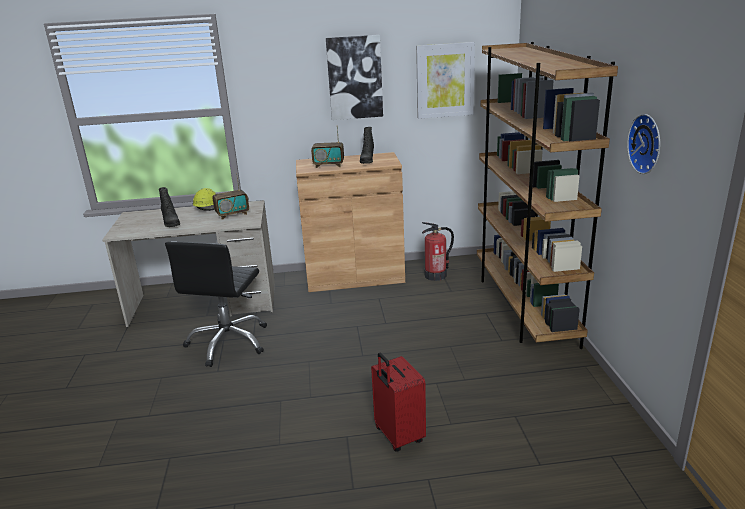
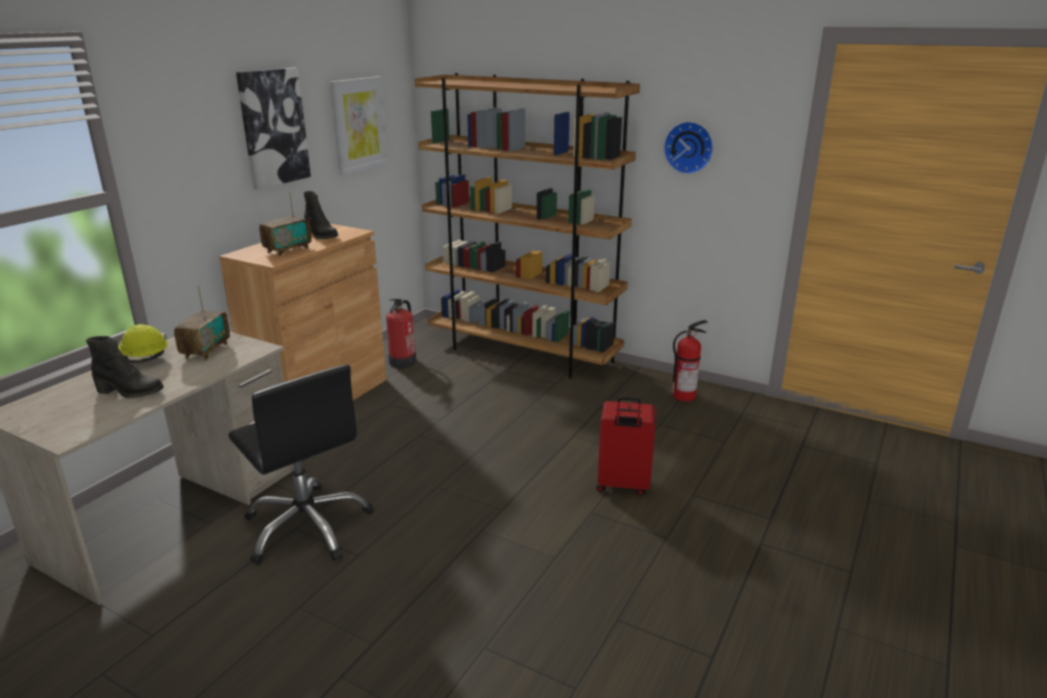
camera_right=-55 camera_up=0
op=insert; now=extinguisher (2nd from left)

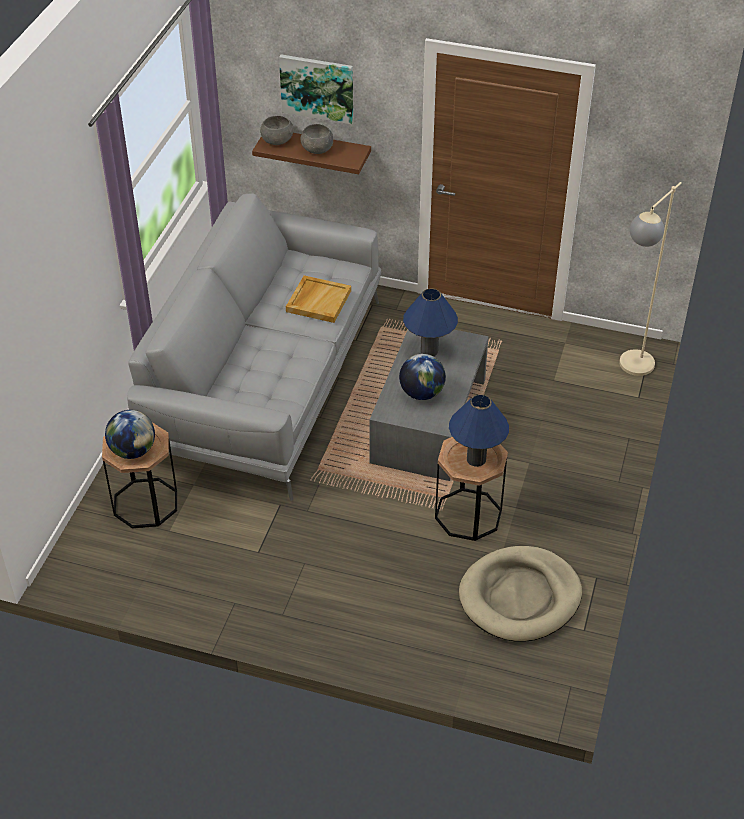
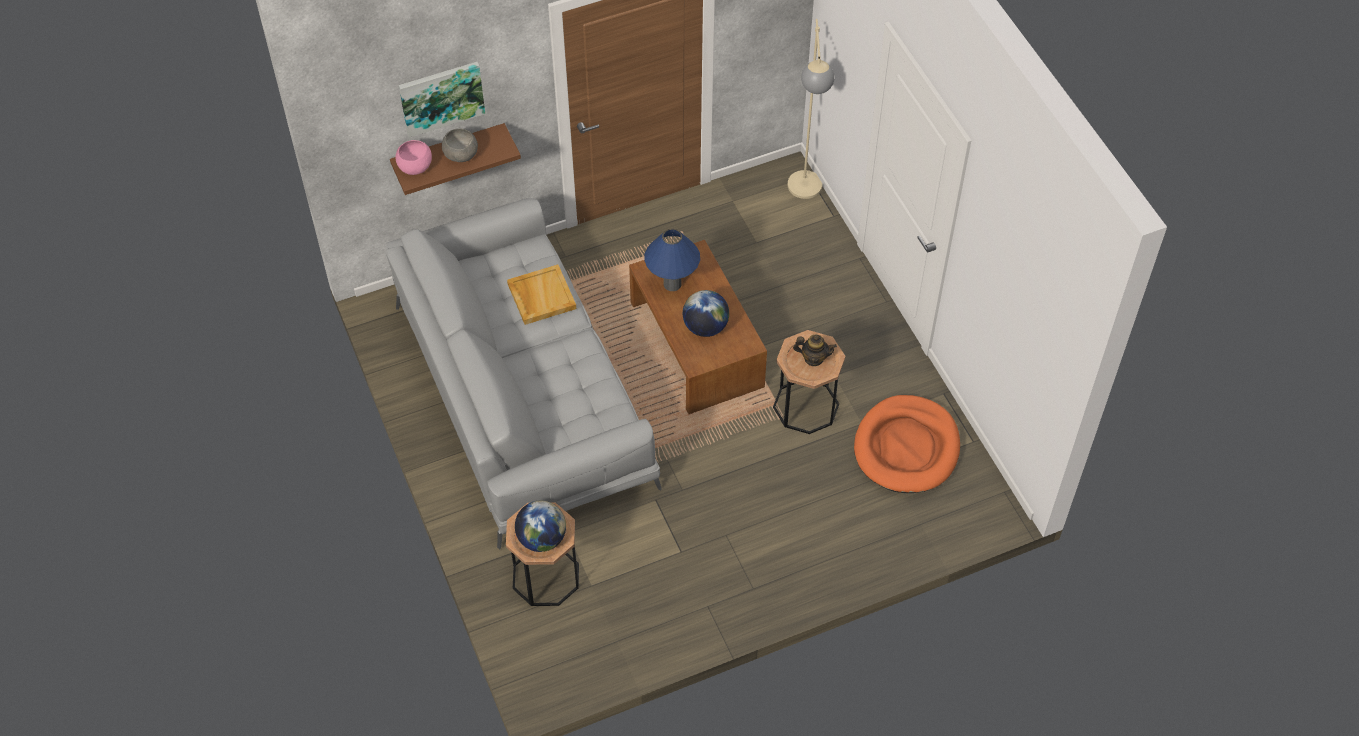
camera_right=-40 camera_up=10
op=recolor; was=deep dish (grey) (1st from left); now=deep dish (pink)
op=recolor; was=lounge table (grey); now=lounge table (brownish)
op=replace; was=tabletop lamp (blue) (2nd from left); now=tea pot
op=recolor; was=dog bed (beige); now=dog bed (orange-coloured)

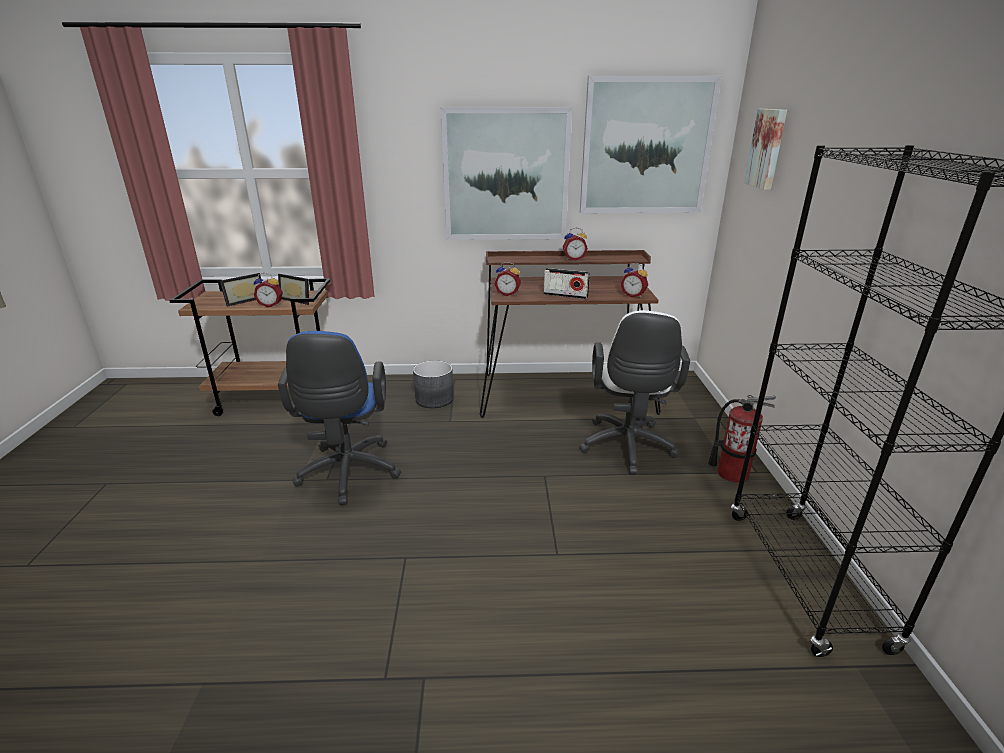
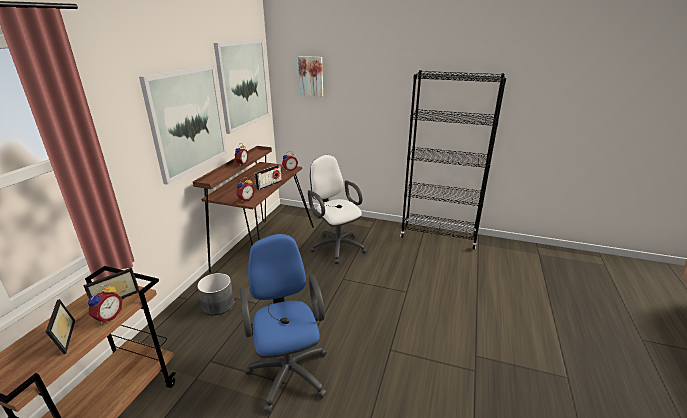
camera_right=-70 camera_up=0
op=rotate; was=office chair (blue); clockwise=-120
op=rotate; was=office chair (whitish); clockwise=-150
op=delete; was=extinguisher

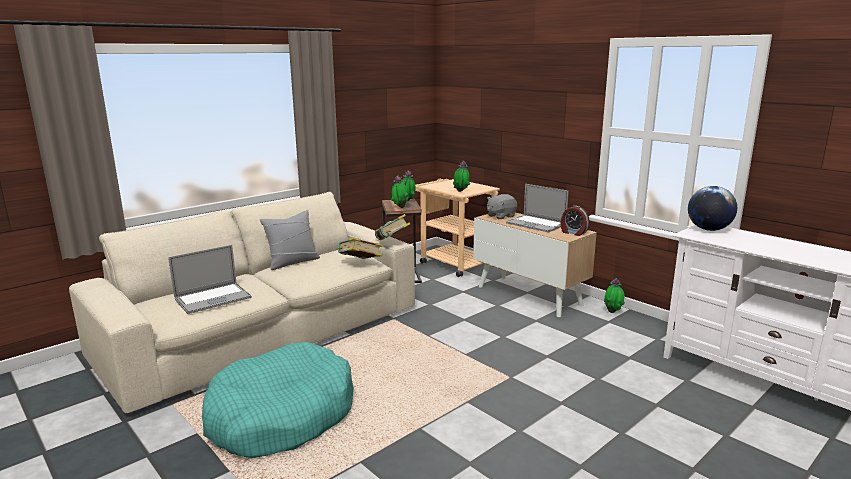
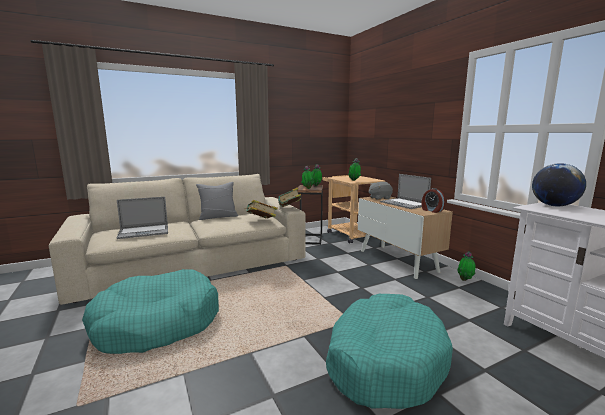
camera_right=15 camera_up=-5
op=insert; now=dog bed (blue-green) (2nd from left)

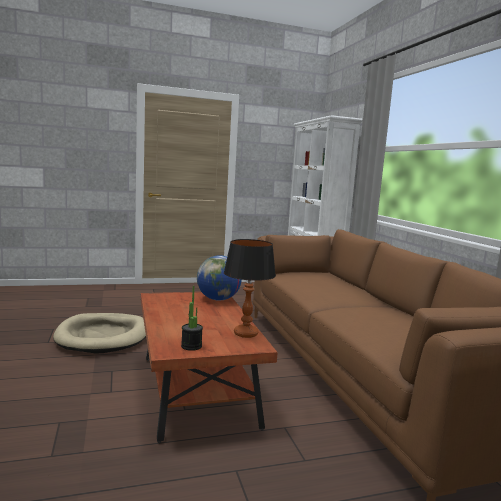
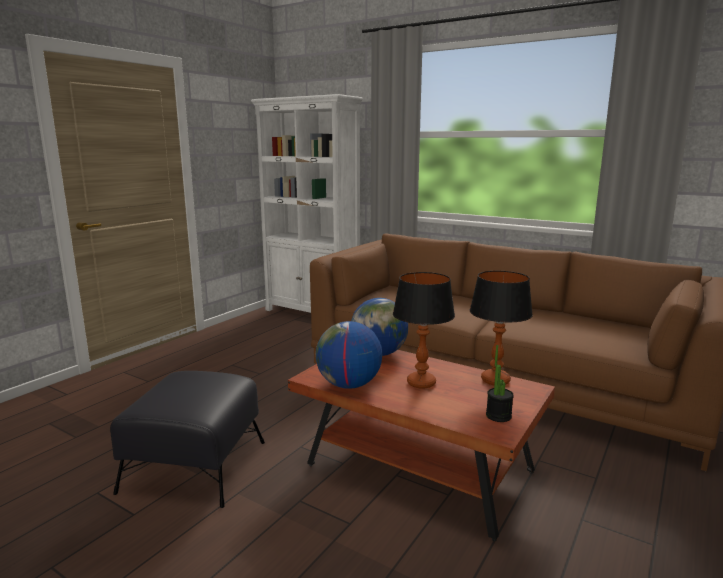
camera_right=-40 camera_up=5
op=replace; was=dog bed (beige); now=ottoman (blackish)
op=insert; now=desk globe (1st from left)
op=insert; now=tabletop lamp (1st from left)

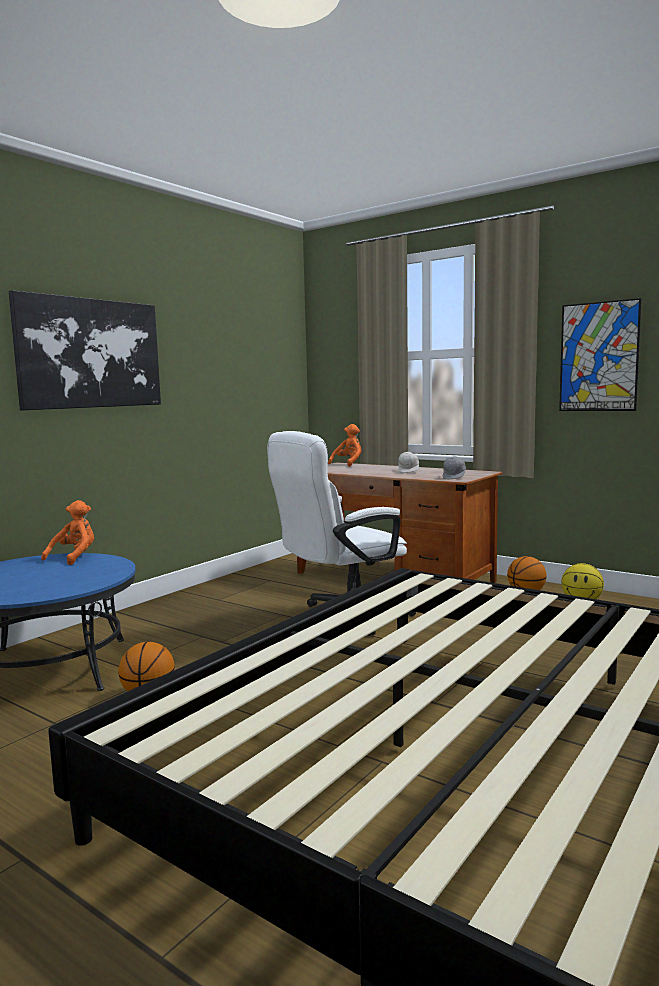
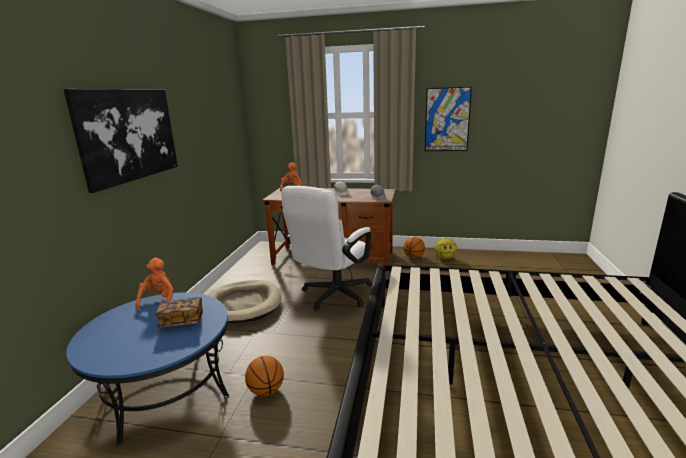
camera_right=-25 camera_up=10
op=insert; now=book
op=insert; now=dog bed (beige)

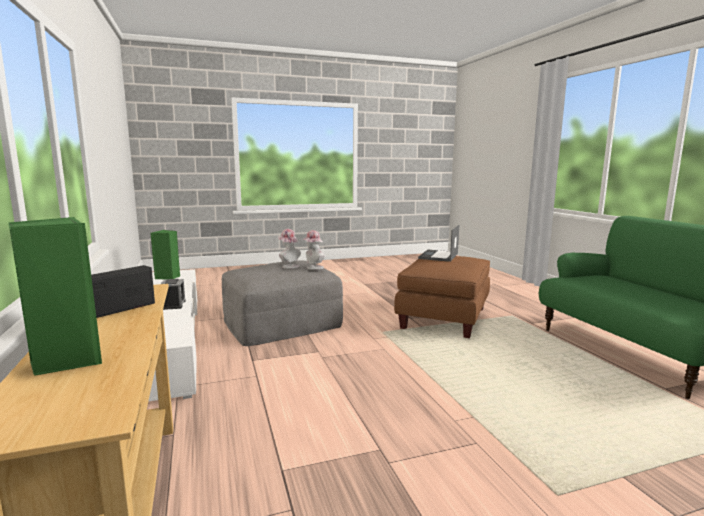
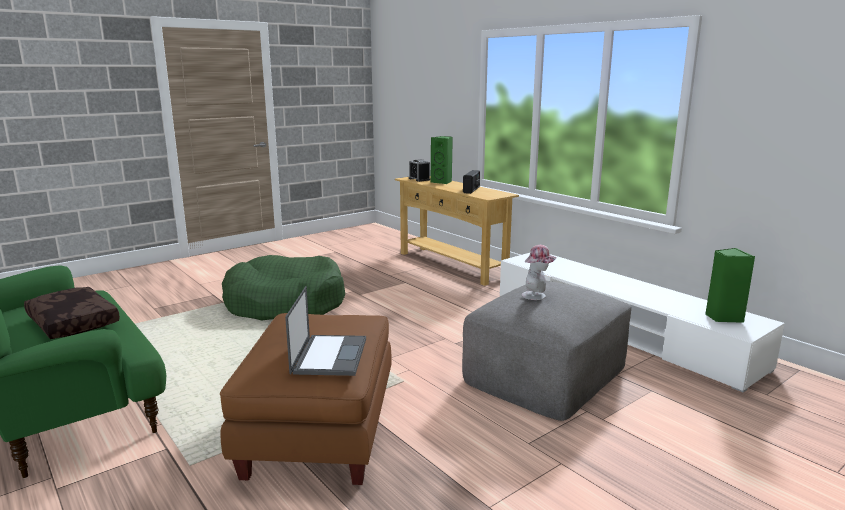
camera_right=160 camera_up=5
op=insert; now=pillow (brownish)
op=insert; now=dog bed (greenish)
op=move; was=alarm clock
op=delete; was=clothing hat (2nd from left)

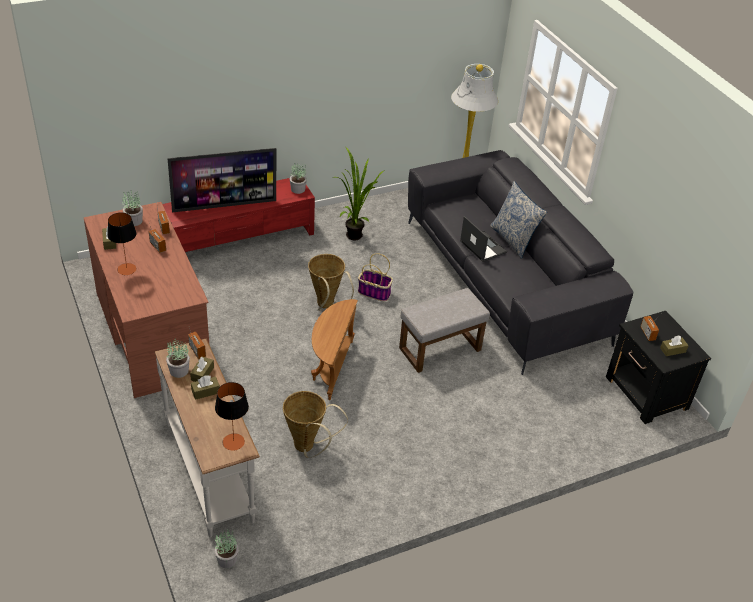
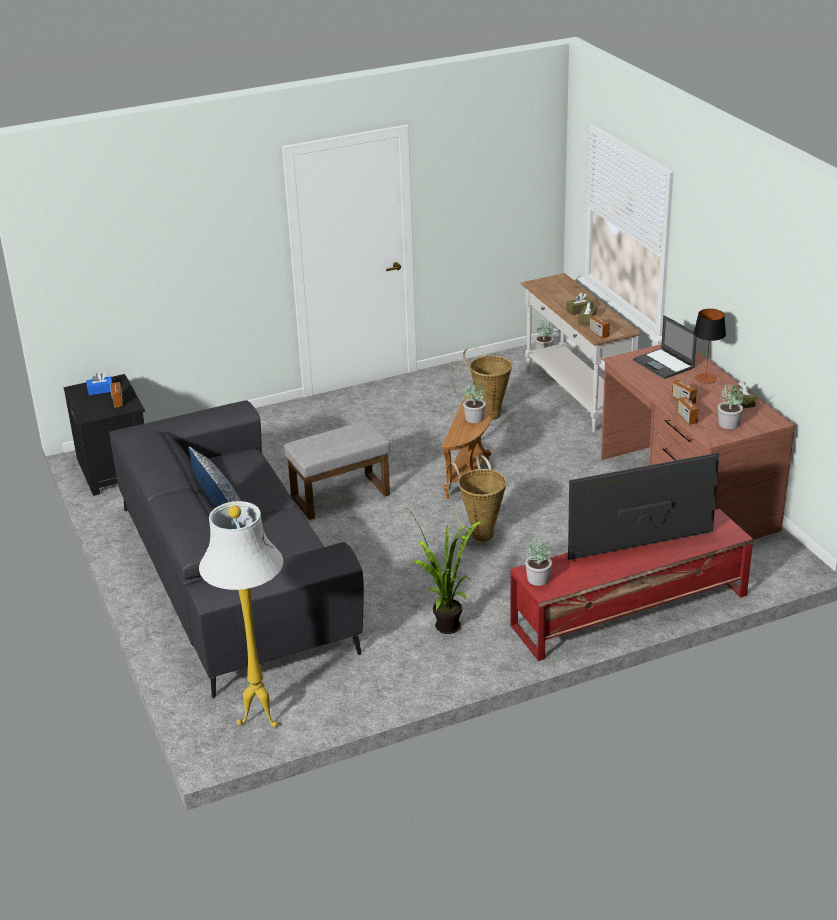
camera_right=-175 camera_up=-10
op=recolor; was=box of tissues (brownish) (4th from left); now=box of tissues (blue)
op=move; was=potted plant (2nd from left)
op=move; was=notebook computer
op=delete; was=tabletop lamp (2nd from left)
op=delete; was=storage basket (3rd from left)

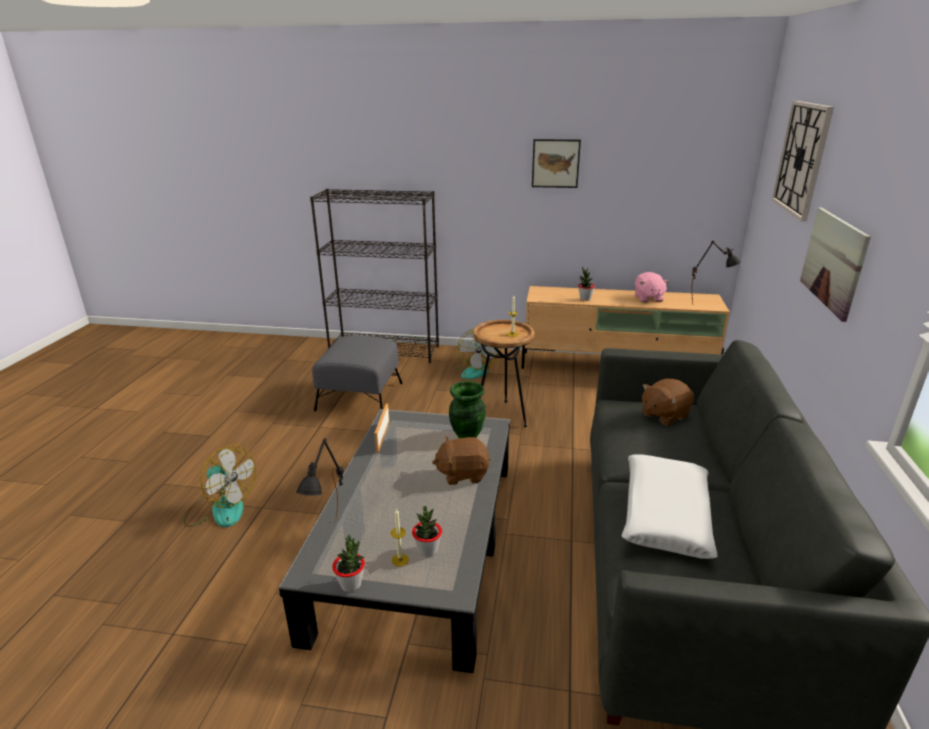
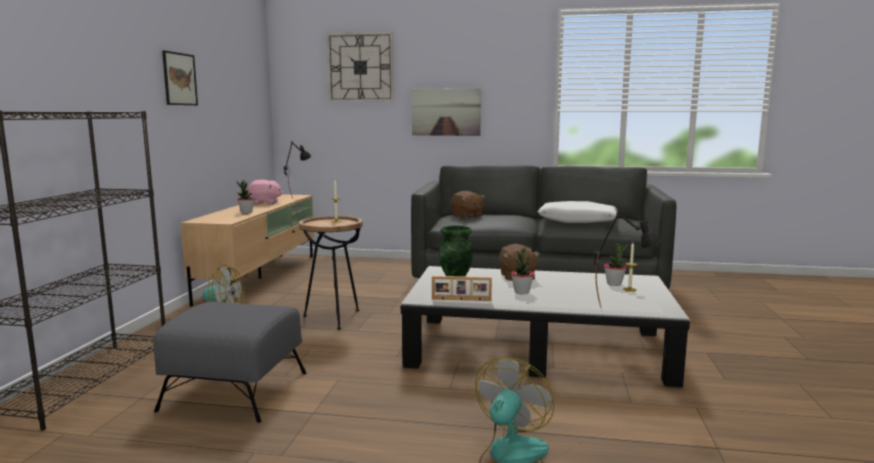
camera_right=-90 camera_up=-15
op=move; was=potted plant (1st from left in the first image); now=potted plant (2nd from left)

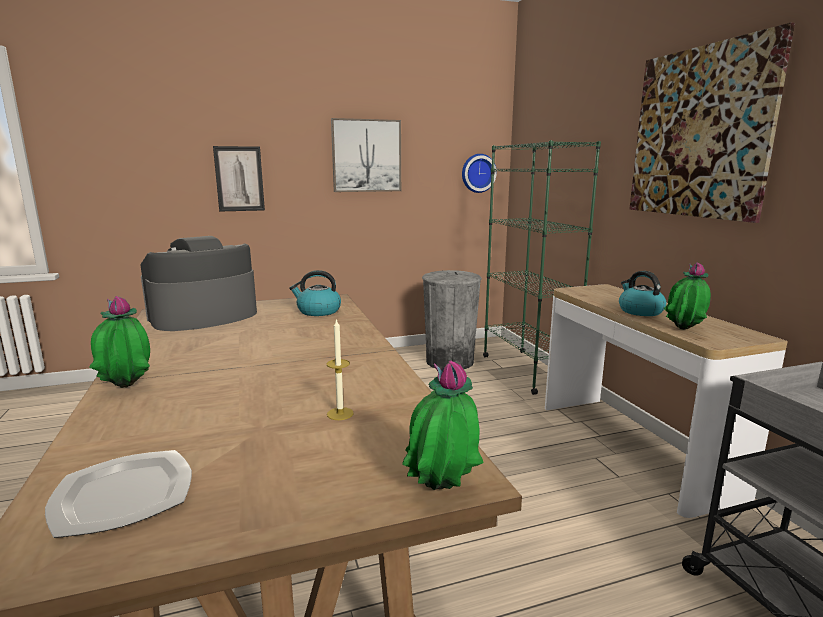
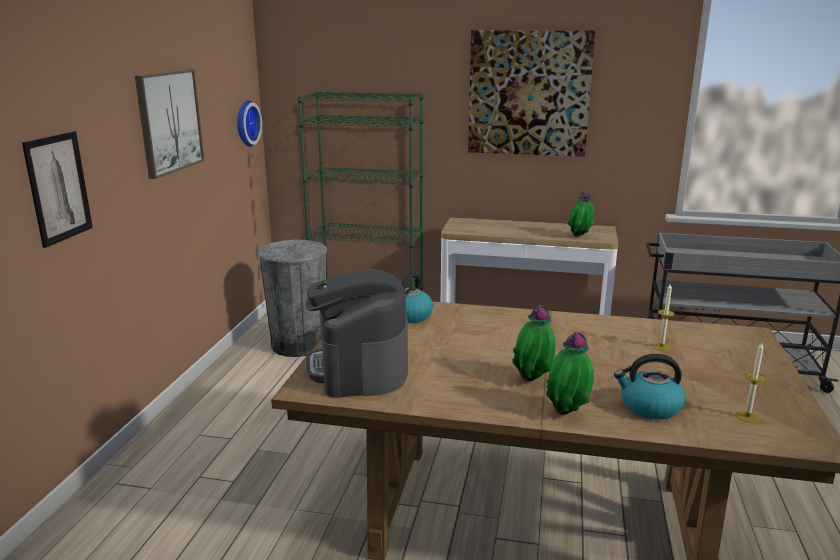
camera_right=-60 camera_up=5
op=move; was=potted plant (2nd from left in the first image); now=potted plant (1st from left)
op=move; was=water kettle (2nd from left)
op=replace; was=dinner plate; now=wax light (2nd from left)

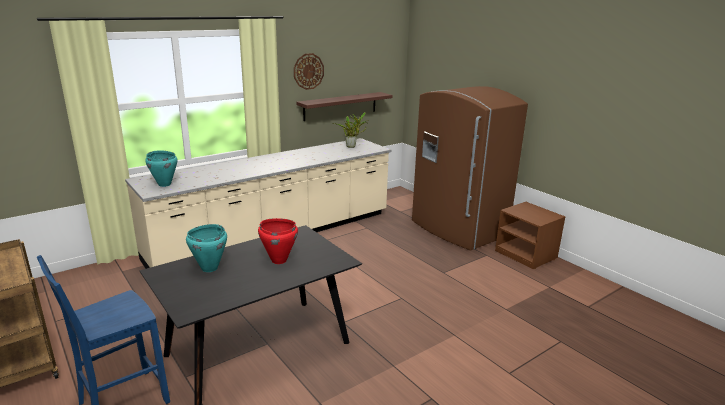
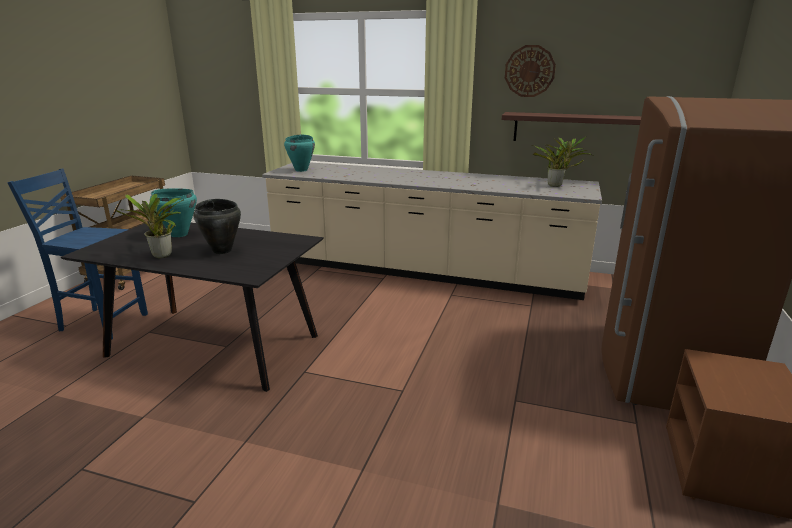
camera_right=55 camera_up=0
op=insert; now=potted plant (1st from left)
op=recolor; was=cooking pot (reddish); now=cooking pot (blackish)

